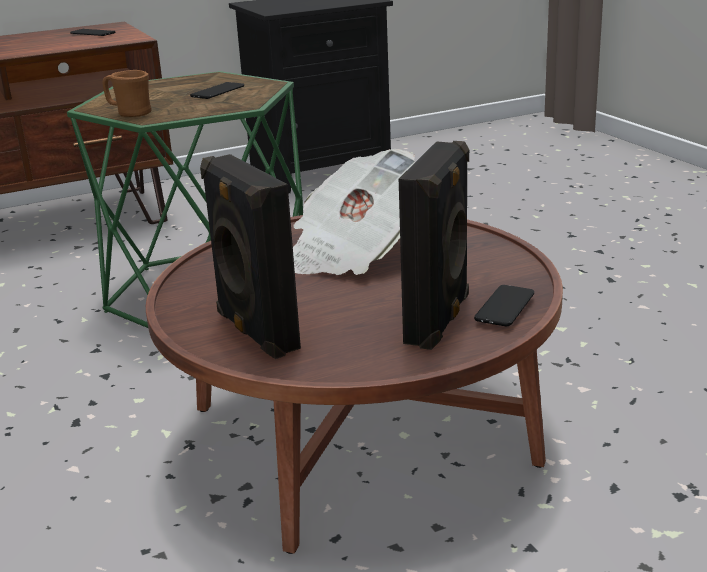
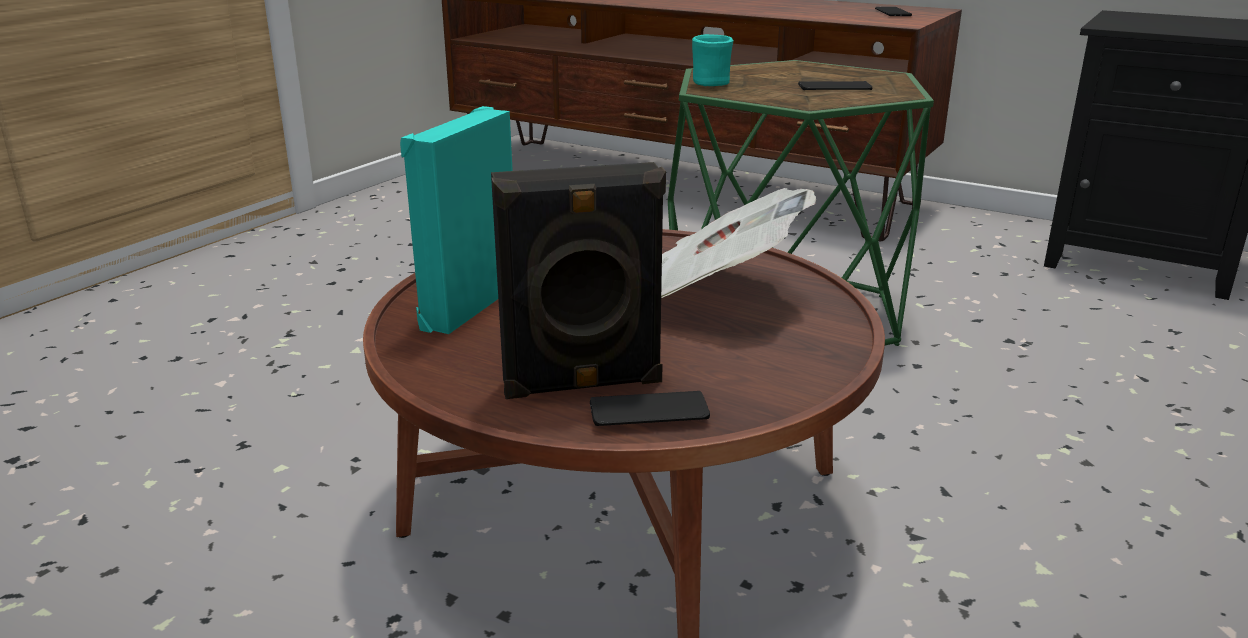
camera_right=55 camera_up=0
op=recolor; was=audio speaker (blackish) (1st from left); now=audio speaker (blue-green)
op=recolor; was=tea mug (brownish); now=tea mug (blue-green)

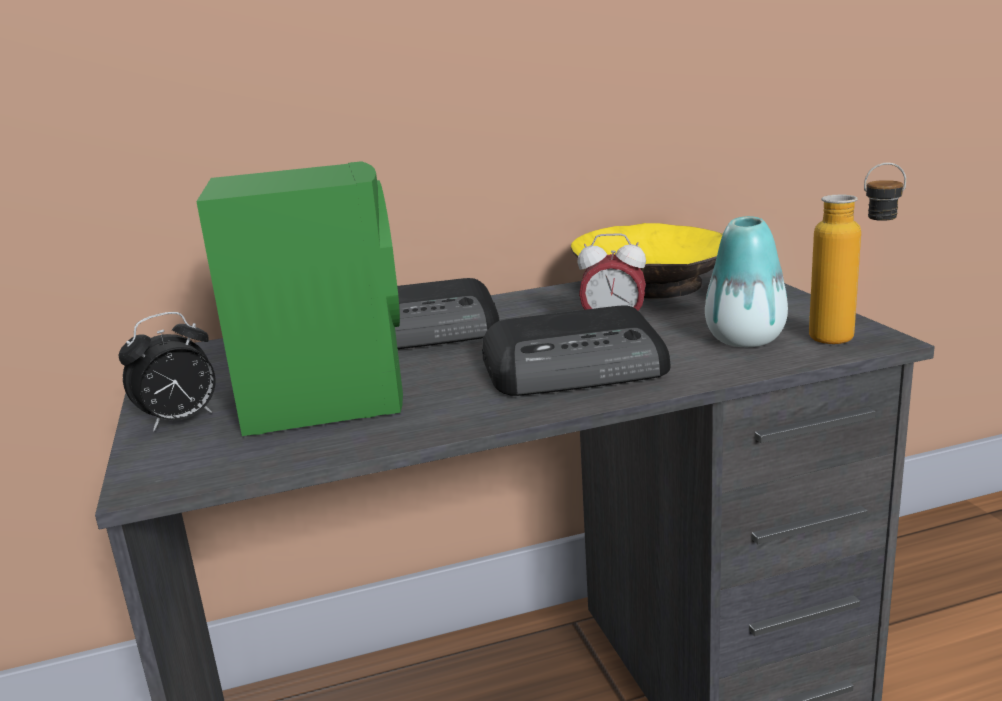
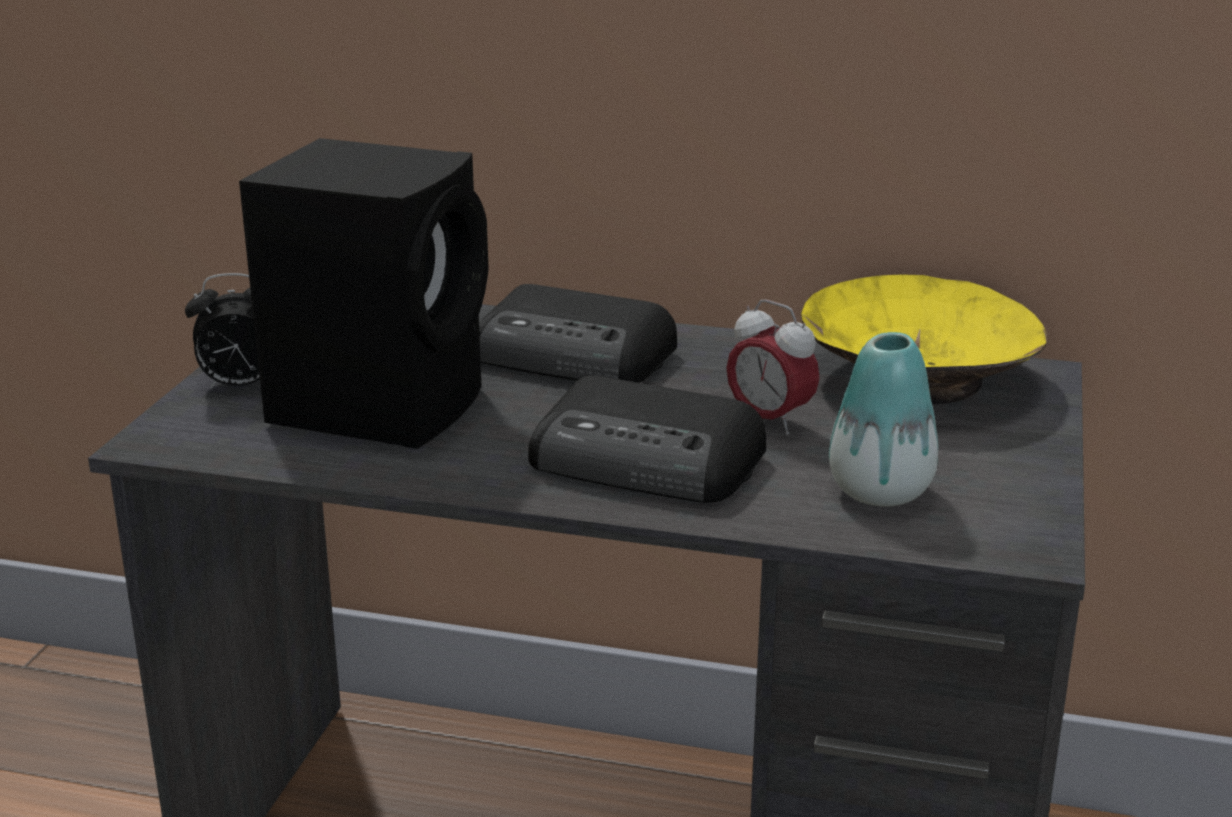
camera_right=30 camera_up=5
op=recolor; was=audio speaker (greenish); now=audio speaker (blackish)
op=delete; was=drink bottle

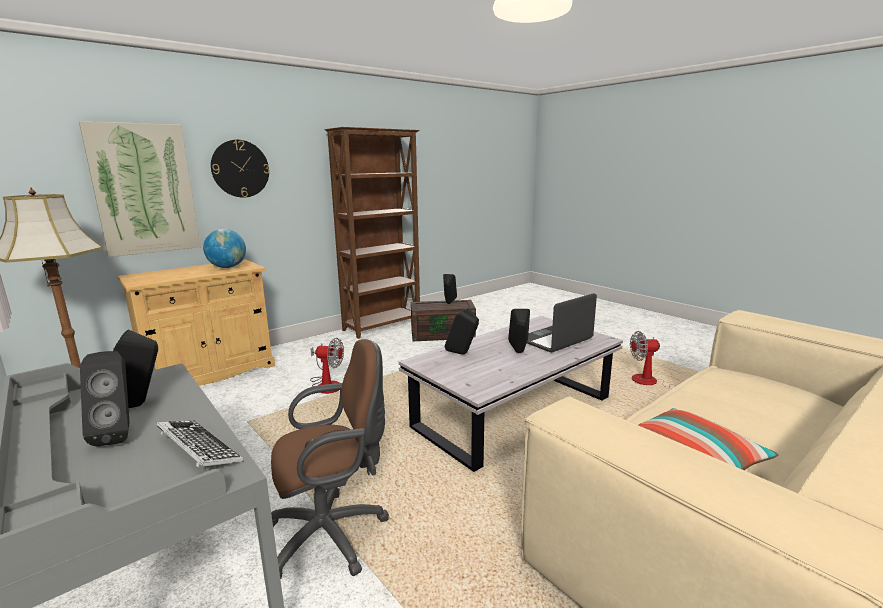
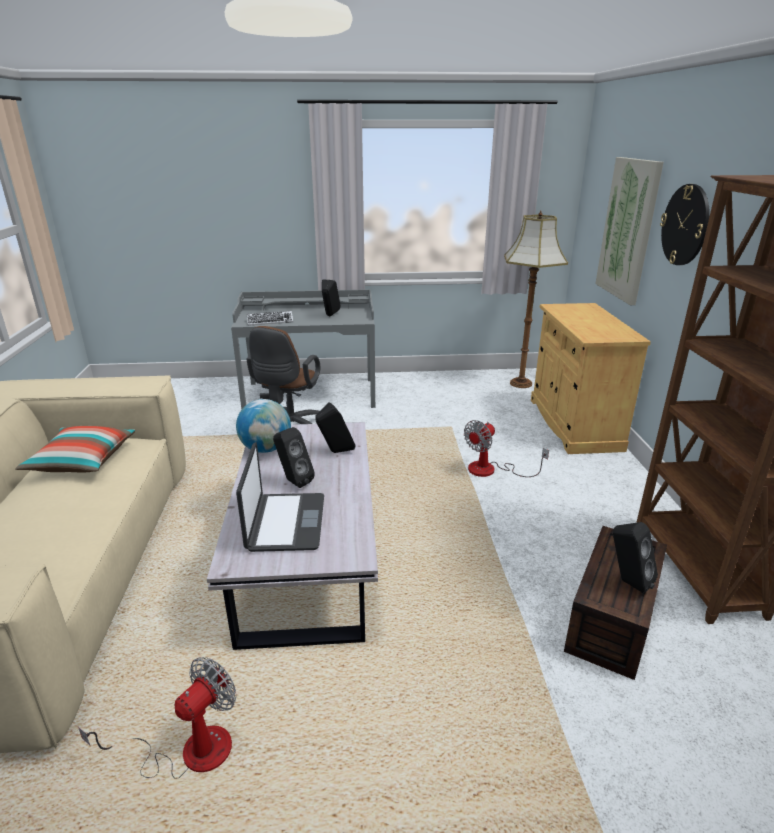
camera_right=125 camera_up=10
op=move; was=desk globe
op=delete; was=audio speaker (blackish) (1st from left)

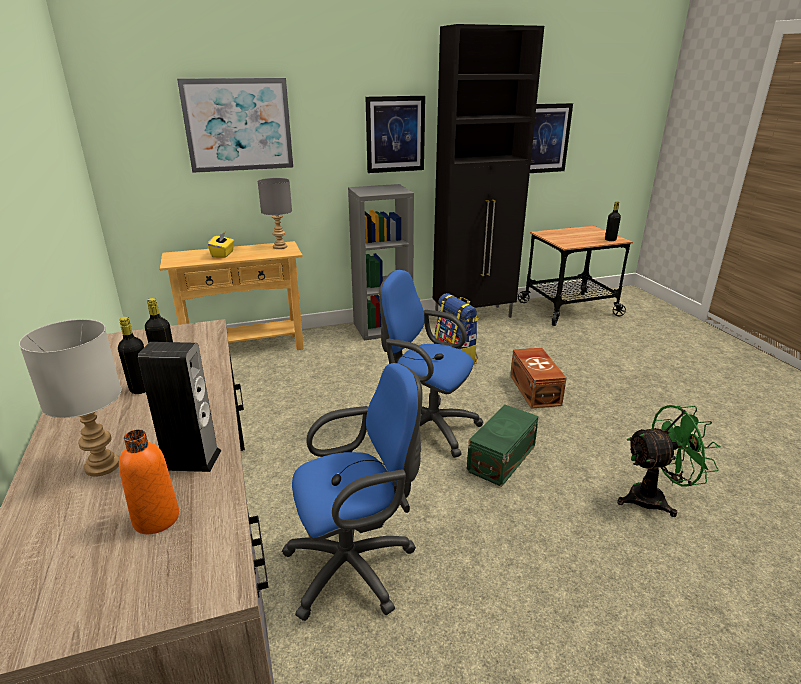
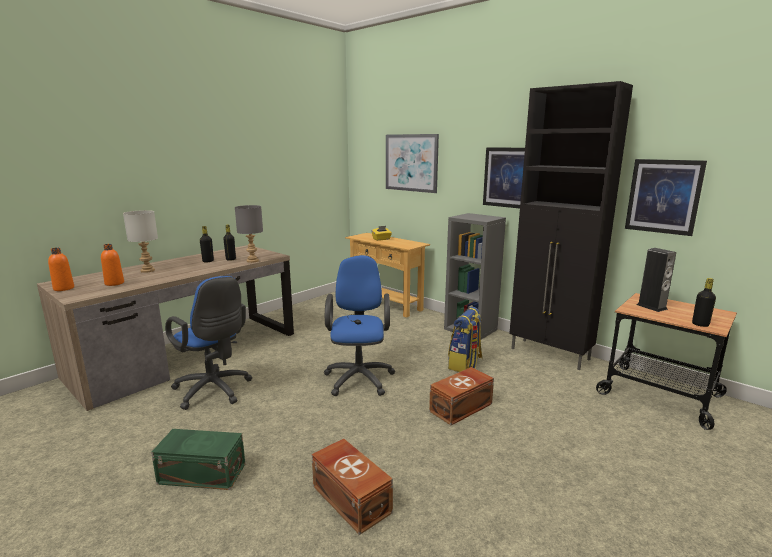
camera_right=60 camera_up=-10
op=insert; now=drink bottle (orange-coloured) (1st from left)
op=move; was=storage container (greenish)
op=move; was=tabletop lamp (grey) (2nd from left)
op=replace; was=cooling fan (greenish); now=storage container (brownish) (1st from left)
op=move; was=audio speaker

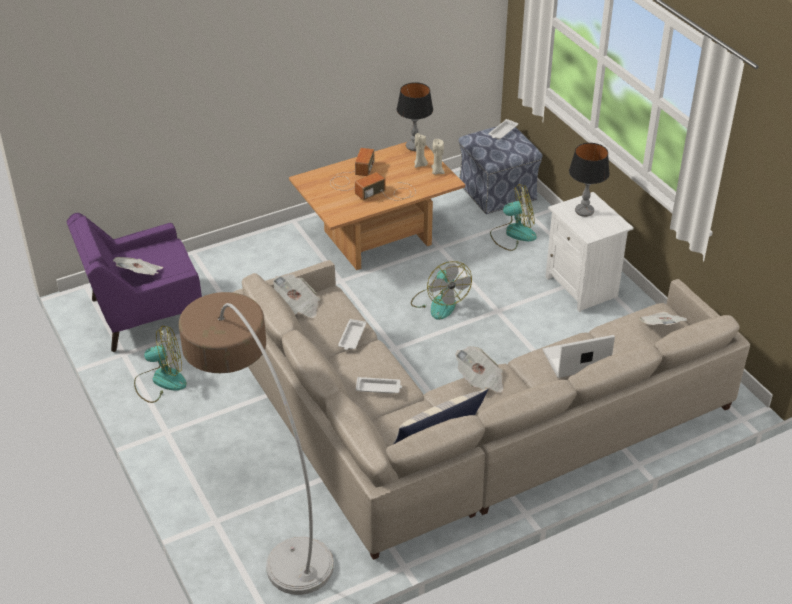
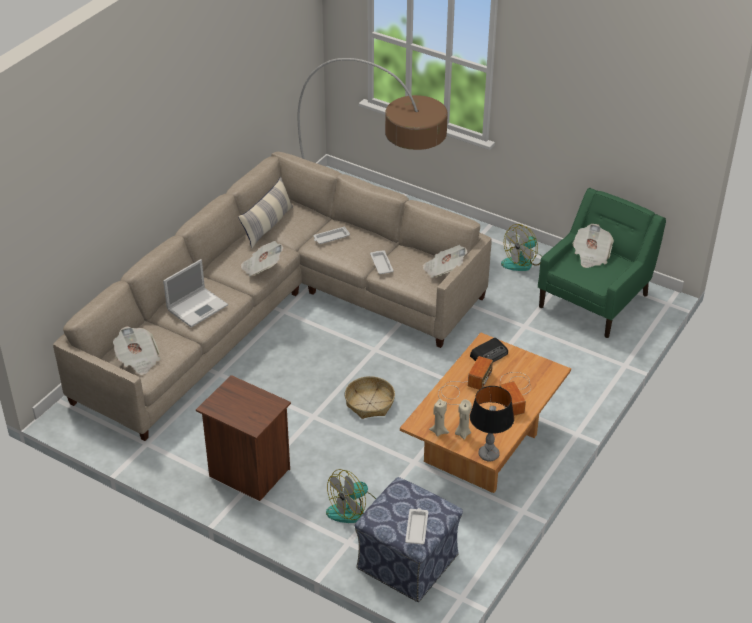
camera_right=150 camera_up=0
op=recolor; was=night table (whitish); now=night table (brownish)
op=replace; was=cooling fan (2nd from left); now=storage basket
op=insert; now=radio set (2nd from left)
op=recolor; was=lounge chair (purple-coloured); now=lounge chair (greenish)
op=delete; was=tabletop lamp (2nd from left)

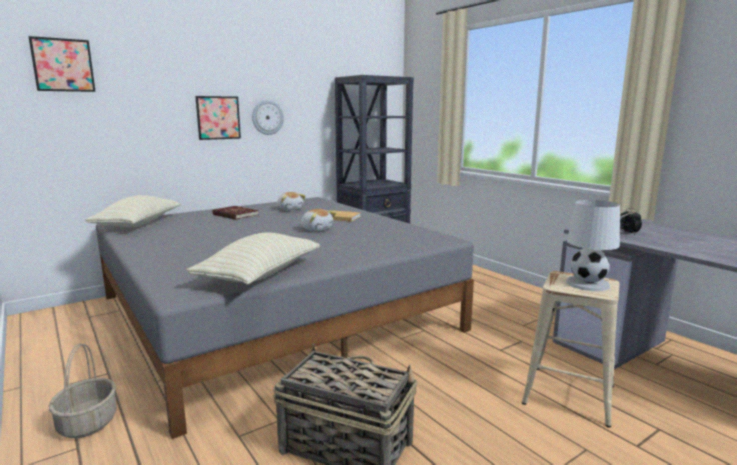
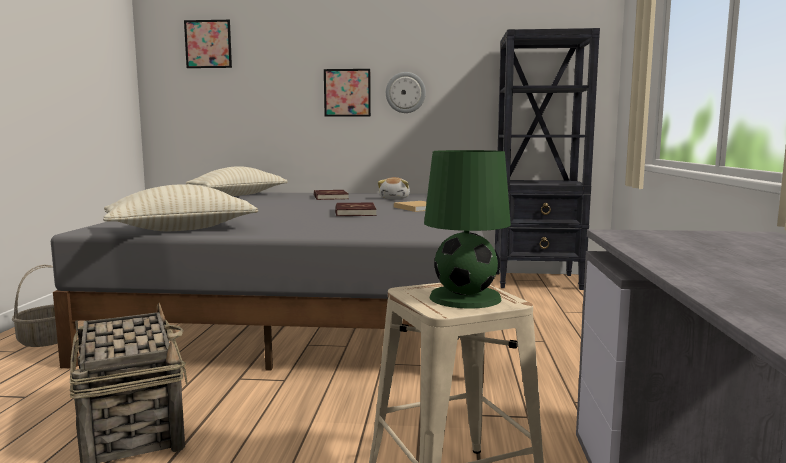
camera_right=40 camera_up=-5
op=replace; was=soft toy (2nd from left); now=book (reddish) (2nd from left)
op=recolor; was=tabletop lamp (whitish); now=tabletop lamp (greenish)
op=delete; was=alarm clock

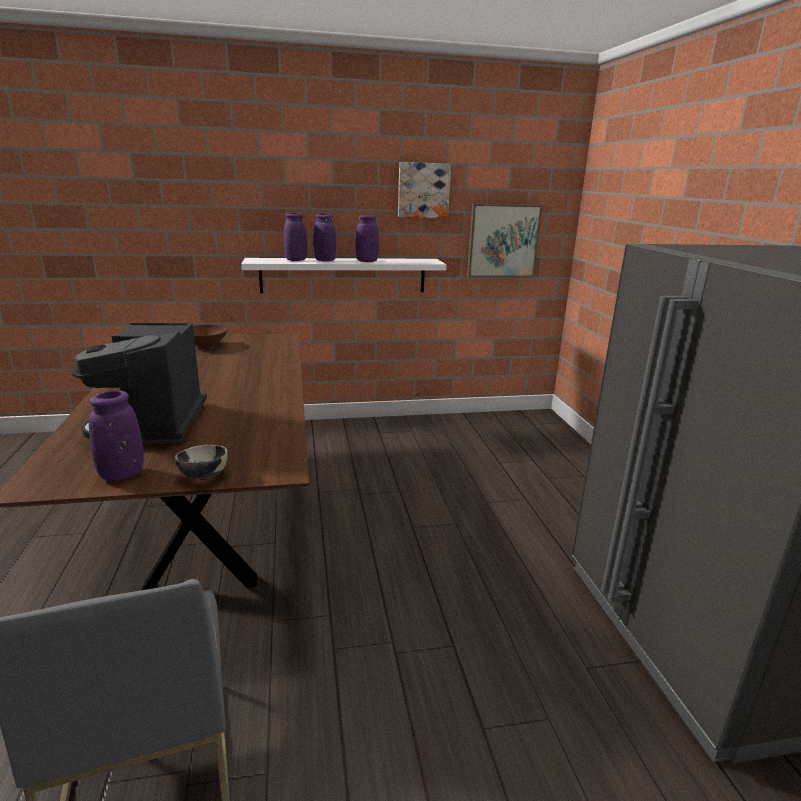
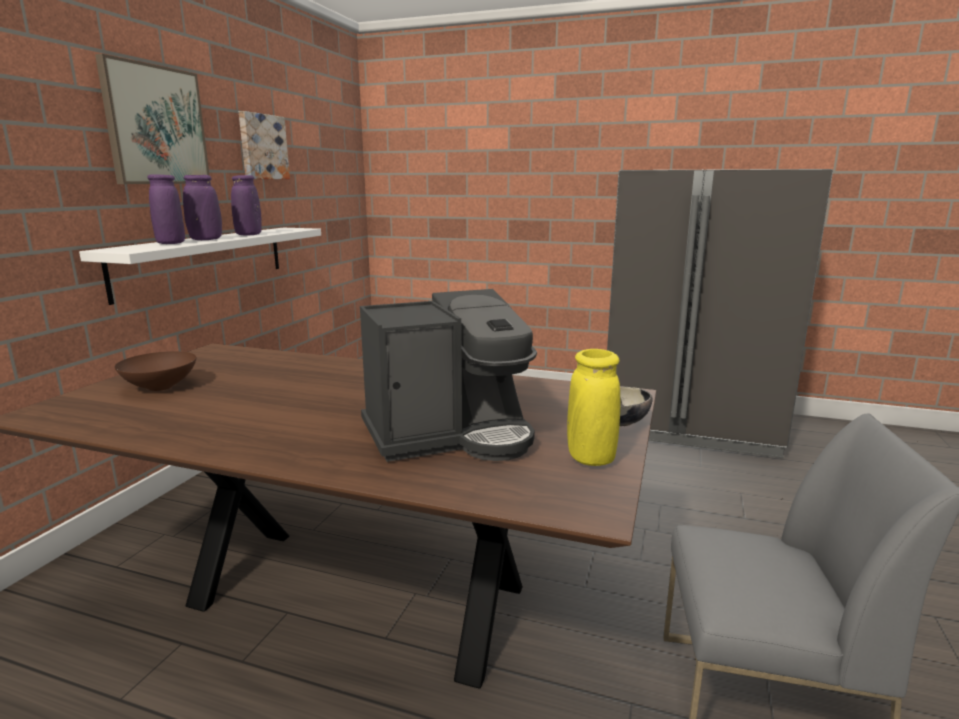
camera_right=-60 camera_up=-5
op=move; was=picture (2nd from left in the first image); now=picture (1st from left)
op=rotate; was=coffee machine; clockwise=-45
op=recolor; was=decorative vase (purple-coloured) (1st from left); now=decorative vase (yellow-coloured)

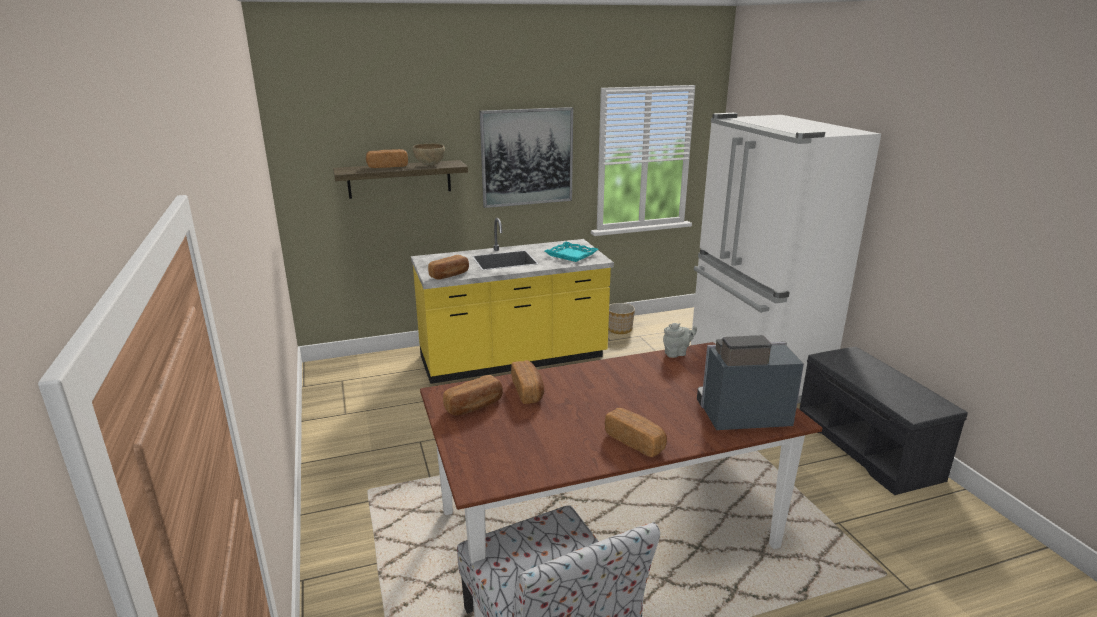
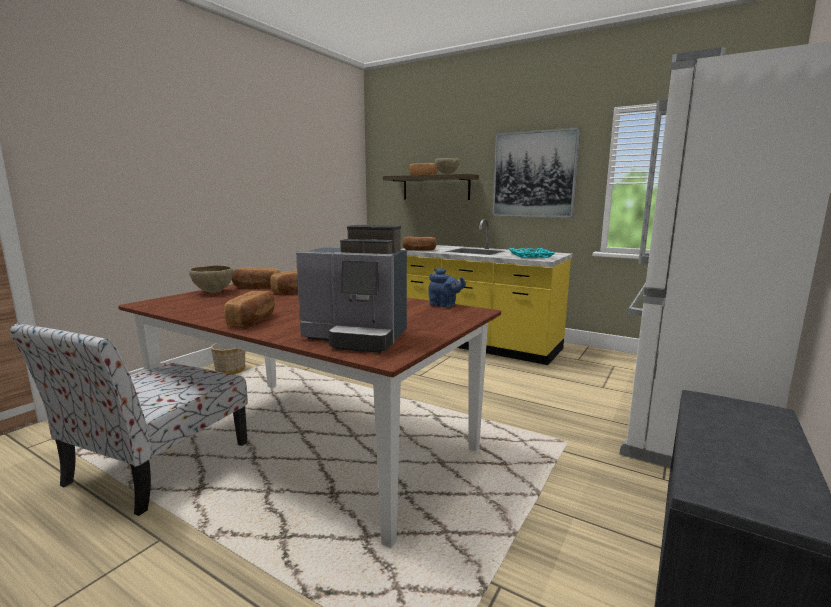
camera_right=50 camera_up=-10
op=insert; now=deep dish (brownish) (1st from left)
op=move; was=planter
op=rotate; was=coffee machine; clockwise=150
op=recolor; was=tea pot (grey); now=tea pot (blue)

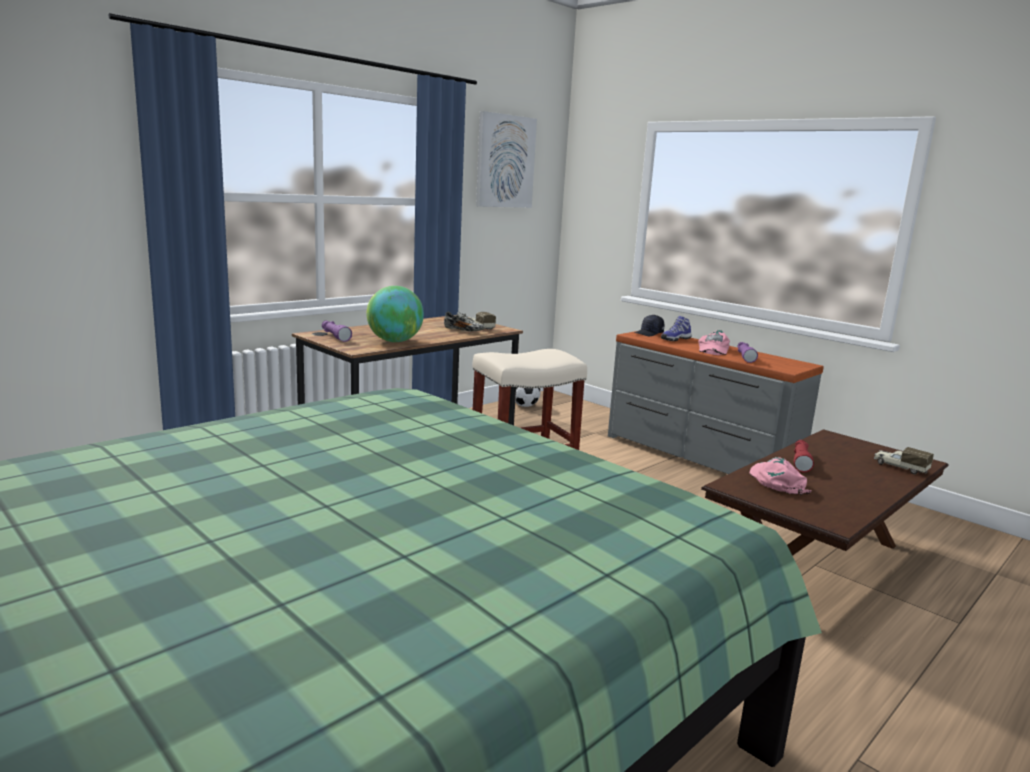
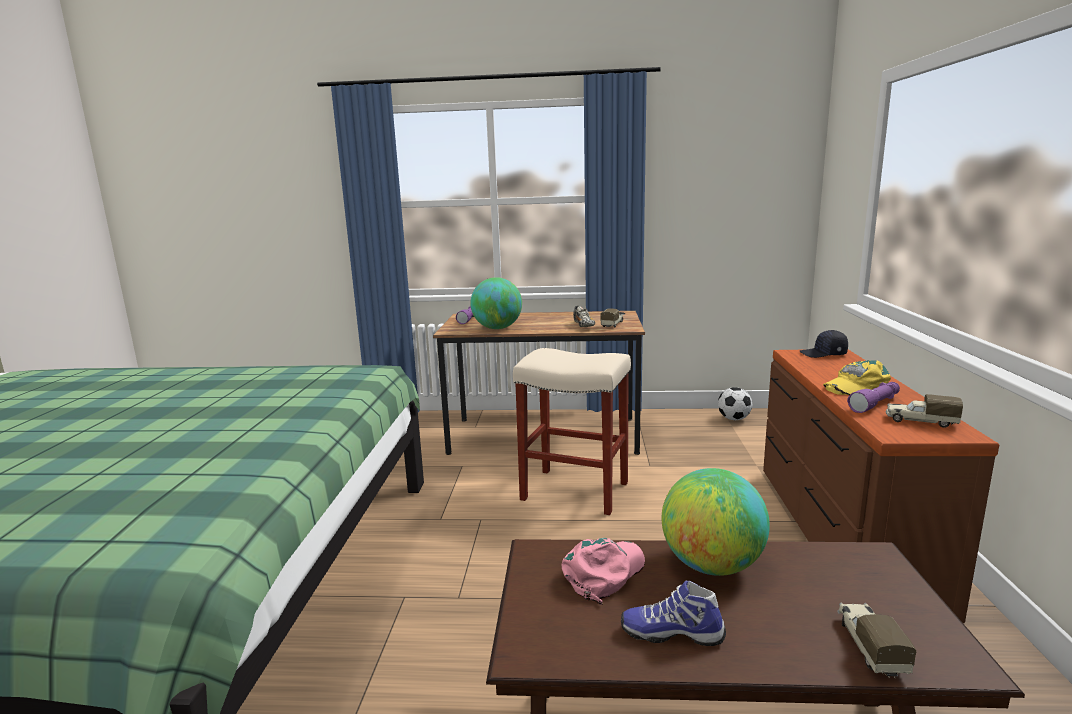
camera_right=50 camera_up=0
op=move; was=shoe (2nd from left)
op=replace; was=flashlight (reddish); now=desk globe (2nd from left)
op=recolor; was=drawer chest (grey); now=drawer chest (brownish)
op=recolor; was=cap (pink) (1st from left); now=cap (yellow-coloured)
op=insert; now=model truck (3rd from left)
op=delete; was=picture

